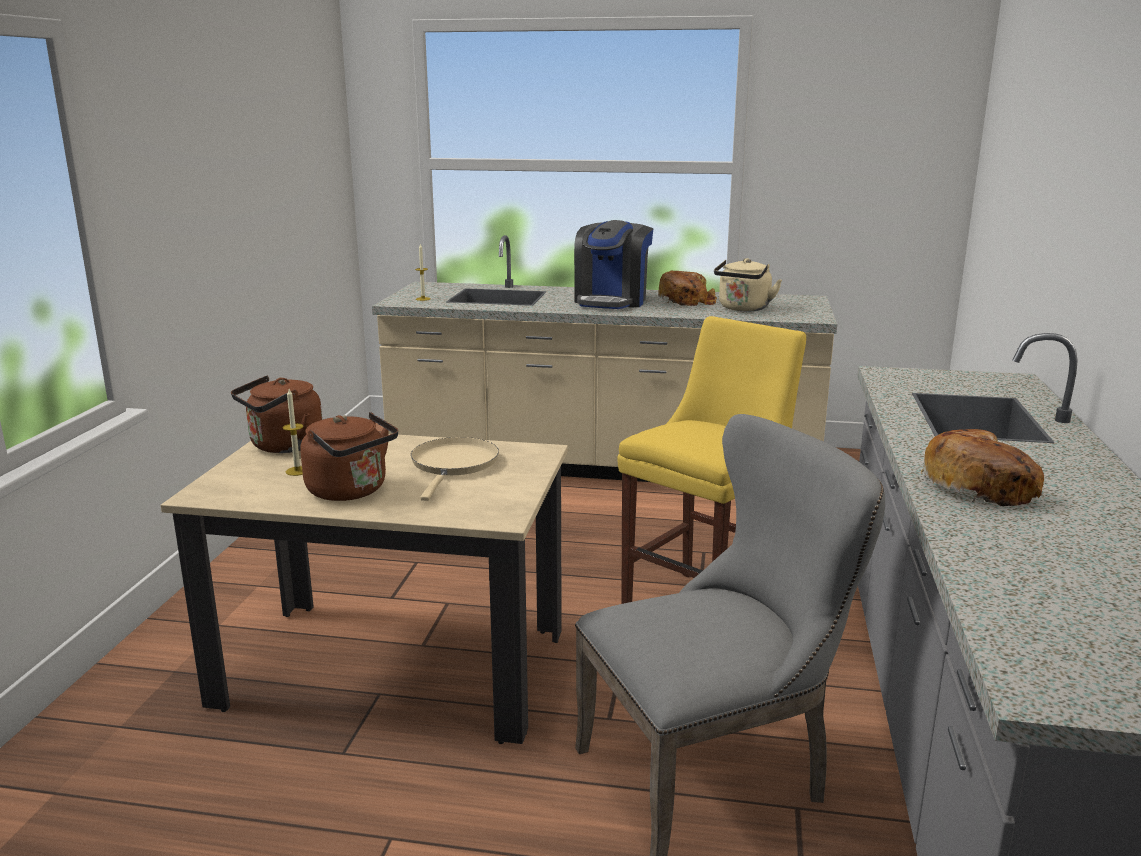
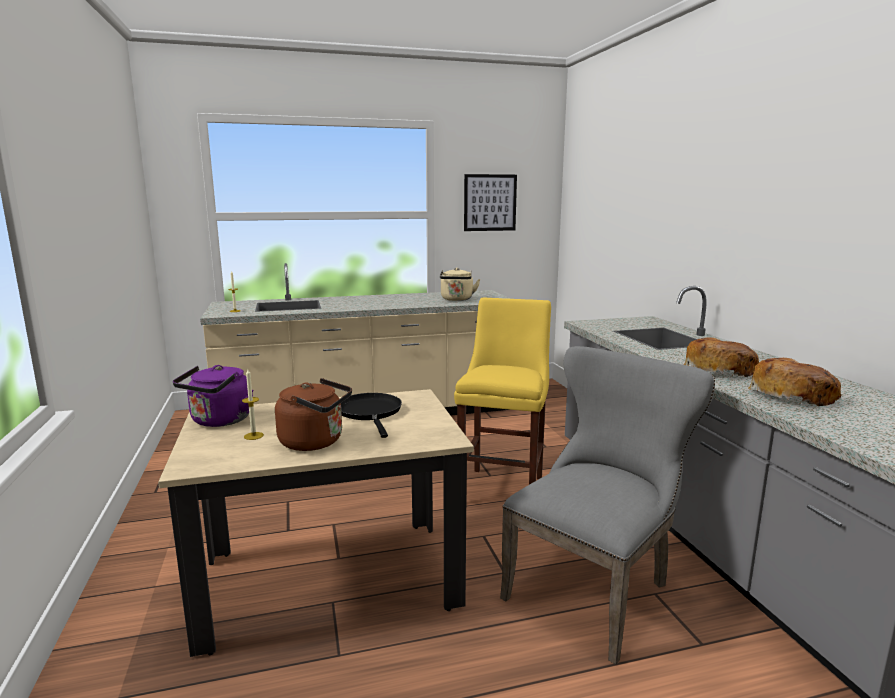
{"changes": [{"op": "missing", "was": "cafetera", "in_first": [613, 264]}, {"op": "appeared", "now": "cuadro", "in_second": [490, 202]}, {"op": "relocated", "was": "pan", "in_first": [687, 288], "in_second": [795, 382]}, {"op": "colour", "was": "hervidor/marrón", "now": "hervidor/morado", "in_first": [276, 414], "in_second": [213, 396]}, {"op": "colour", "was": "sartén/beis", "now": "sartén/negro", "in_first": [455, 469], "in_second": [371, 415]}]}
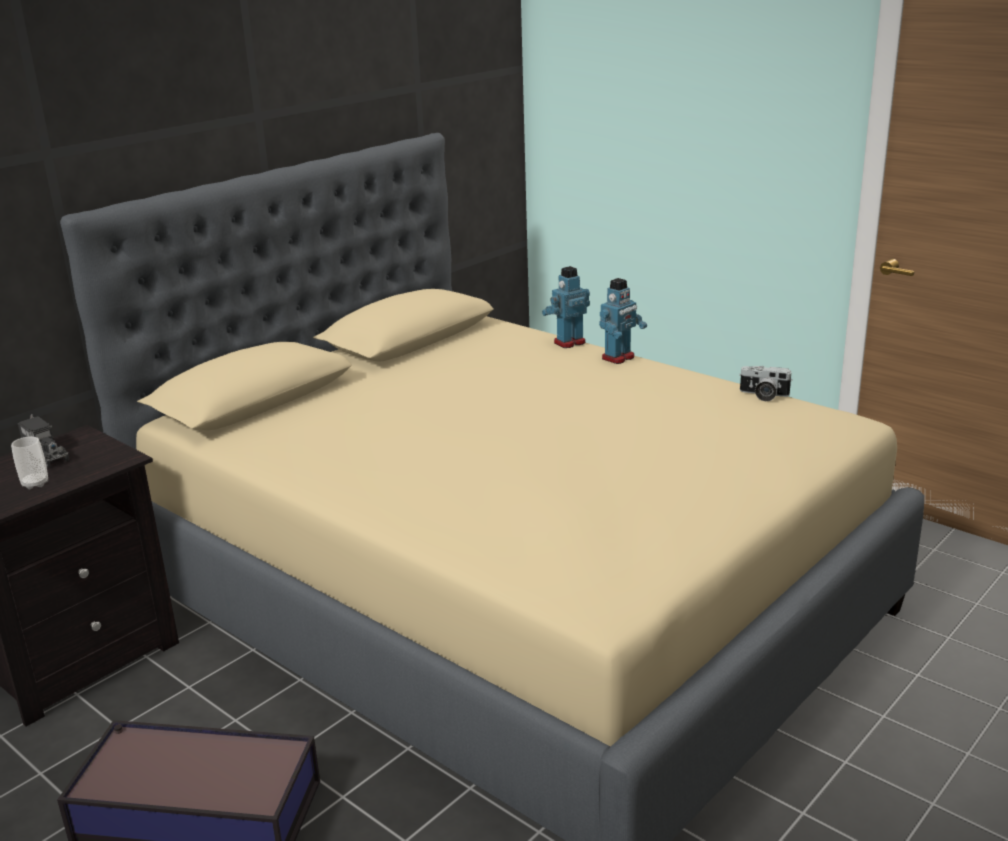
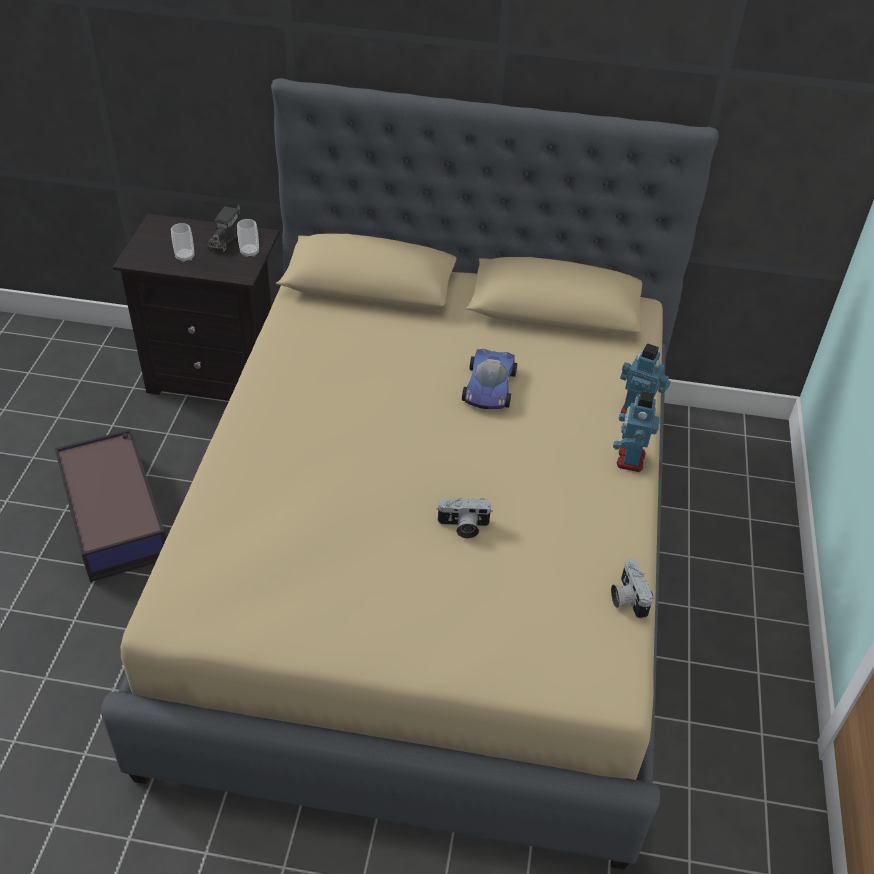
{"changes": [{"op": "appeared", "now": "taza", "in_second": [248, 238]}, {"op": "appeared", "now": "cámara", "in_second": [464, 518]}, {"op": "appeared", "now": "coche de juguete", "in_second": [489, 379]}, {"op": "spun", "was": "robot de juguete", "in_first": [623, 321], "in_second": [636, 431], "clockwise": 90}]}
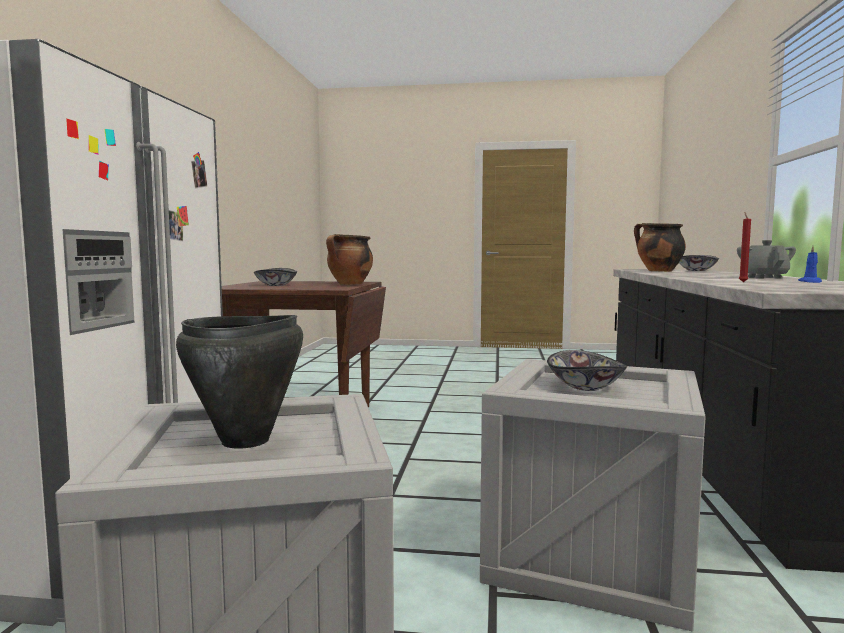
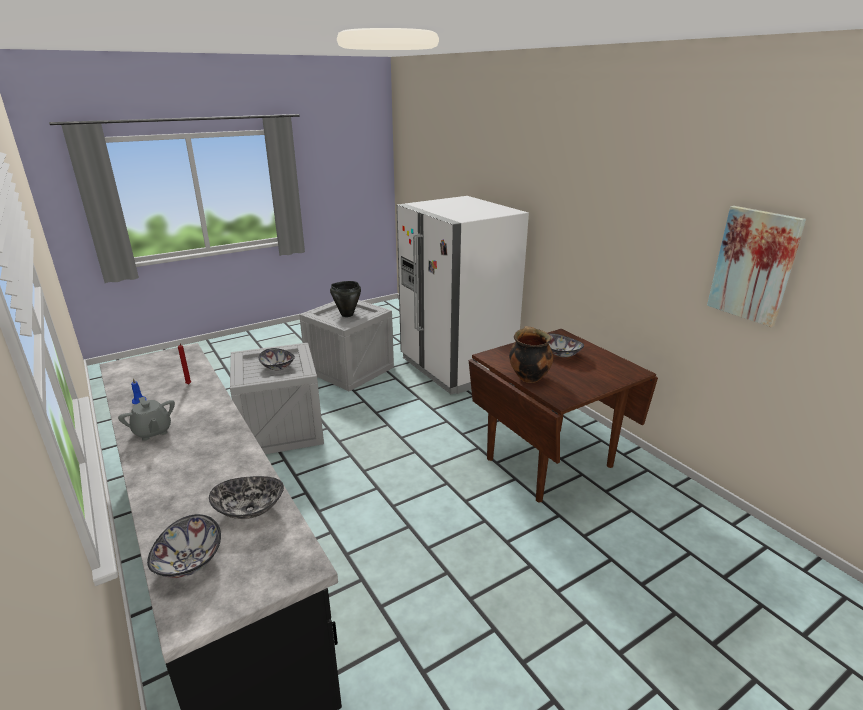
{"changes": [{"op": "appeared", "now": "cuadro", "in_second": [756, 266]}, {"op": "exchanged", "was": "olla", "now": "cuenco", "in_first": [660, 247], "in_second": [246, 497]}]}
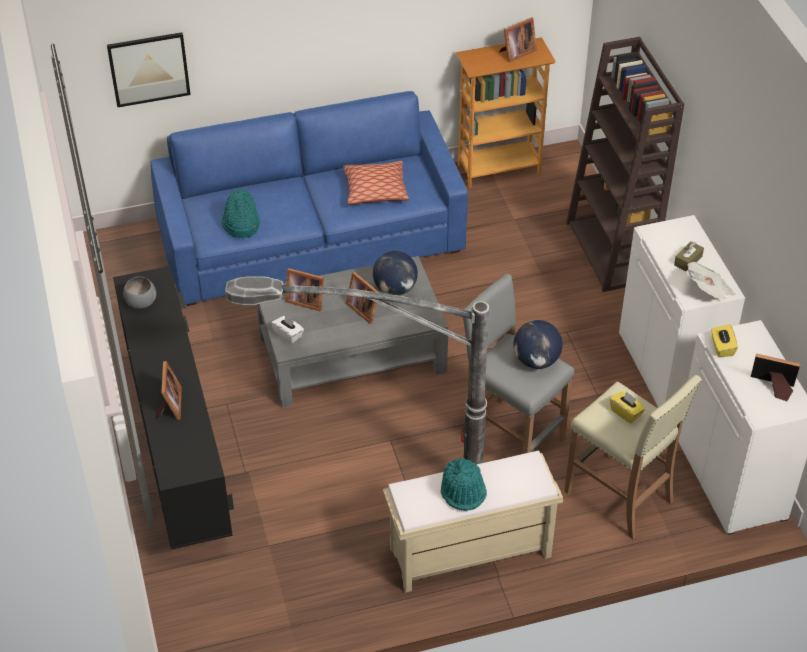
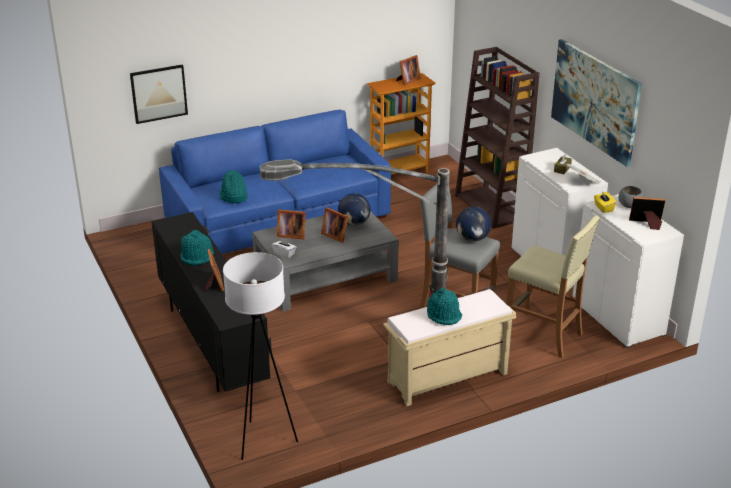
{"changes": [{"op": "missing", "was": "cojín", "in_first": [376, 183]}, {"op": "missing", "was": "caja de pañuelos/amarillo", "in_first": [627, 407]}, {"op": "appeared", "now": "sombrero/turquesa", "in_second": [197, 247]}, {"op": "appeared", "now": "lámpara de pie/blanco", "in_second": [260, 356]}, {"op": "appeared", "now": "cuadro", "in_second": [596, 103]}, {"op": "relocated", "was": "cuenco/gris", "in_first": [139, 293], "in_second": [630, 197]}]}
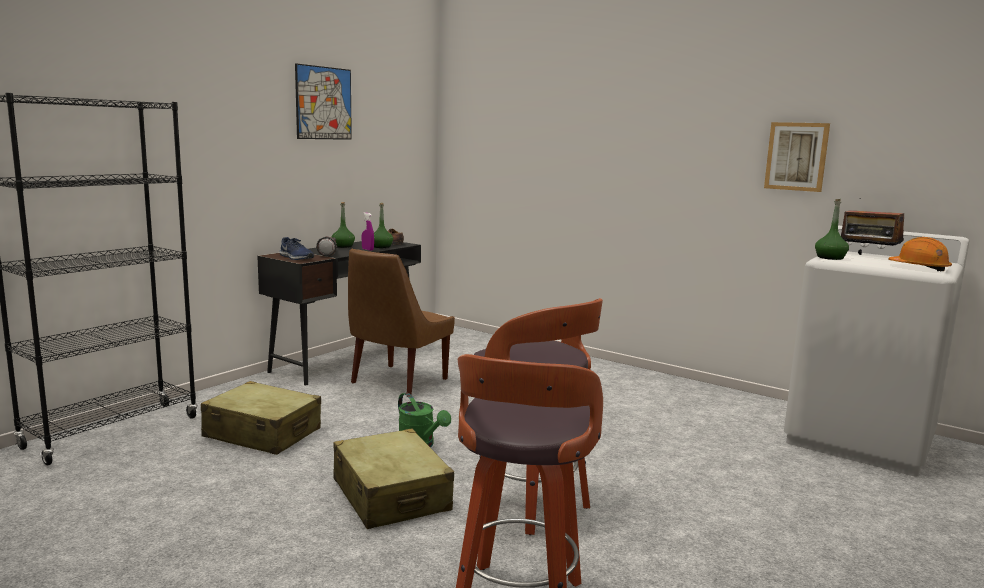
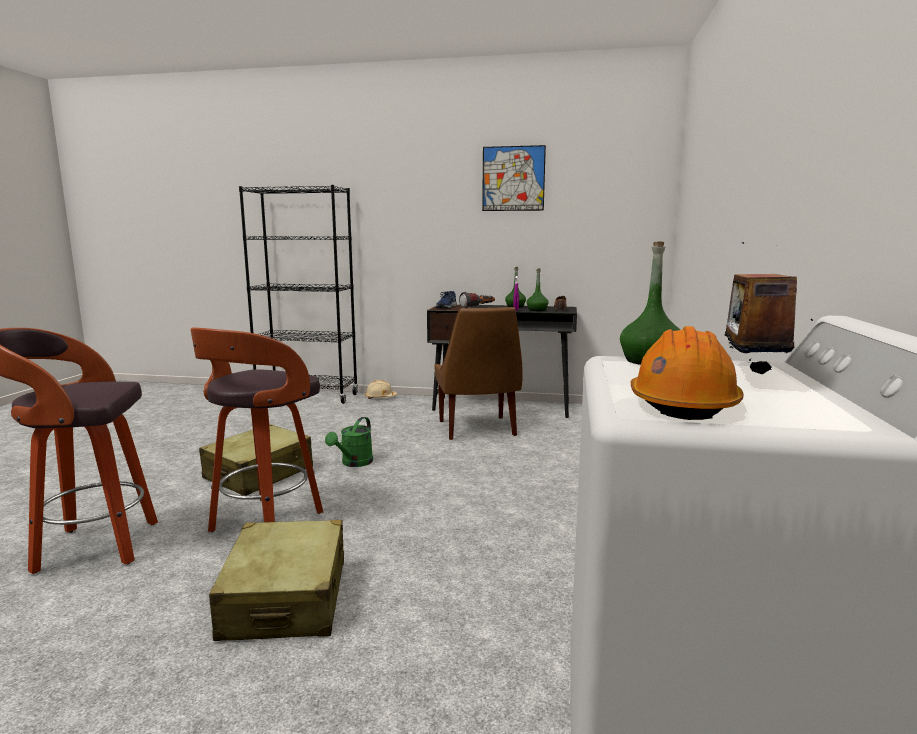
{"changes": [{"op": "missing", "was": "cuadro", "in_first": [797, 157]}, {"op": "appeared", "now": "casco/beis", "in_second": [381, 389]}, {"op": "relocated", "was": "maleta/beis", "in_first": [261, 418], "in_second": [276, 580]}, {"op": "spun", "was": "silla/marrón", "in_first": [401, 322], "in_second": [478, 373], "clockwise": -105}]}
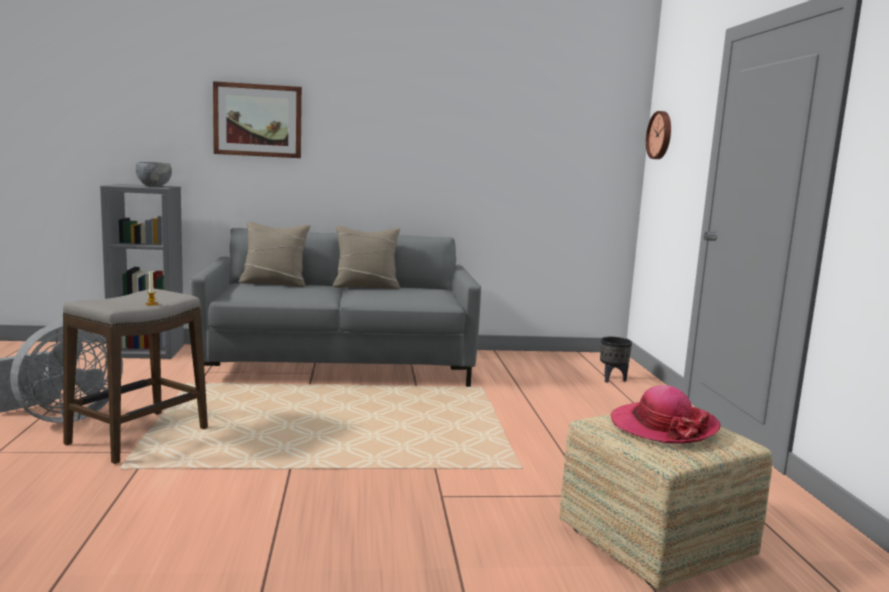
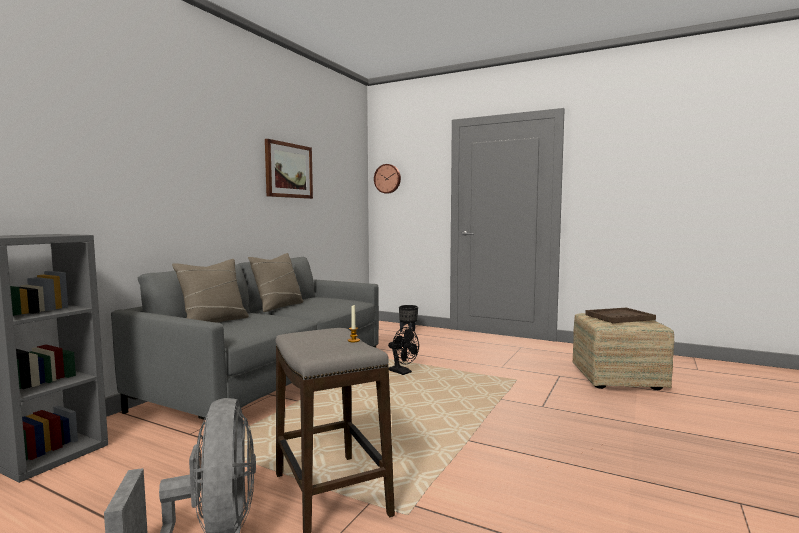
{"changes": [{"op": "missing", "was": "cuenco/gris", "in_first": [154, 174]}, {"op": "appeared", "now": "ventilador/negro", "in_second": [403, 351]}, {"op": "relocated", "was": "cuadro", "in_first": [257, 119], "in_second": [289, 169]}, {"op": "exchanged", "was": "sombrero", "now": "bandeja/marrón", "in_first": [666, 414], "in_second": [620, 315]}]}
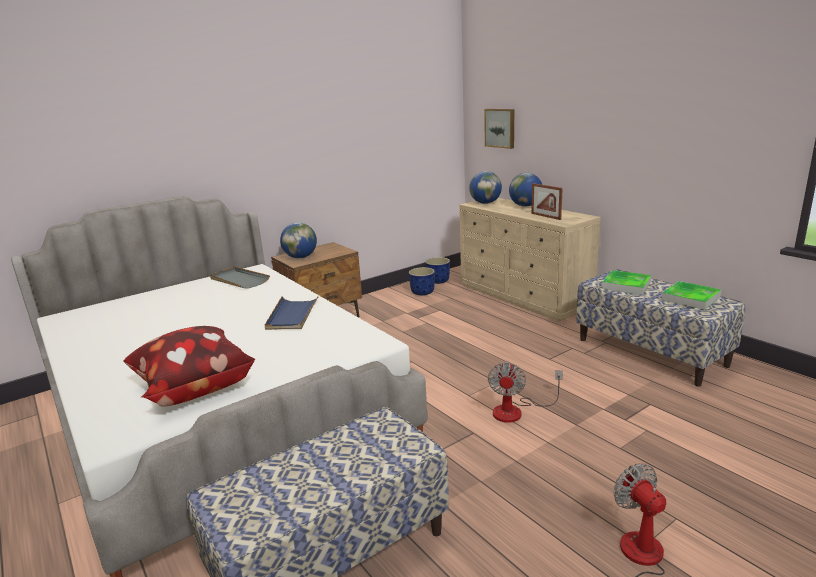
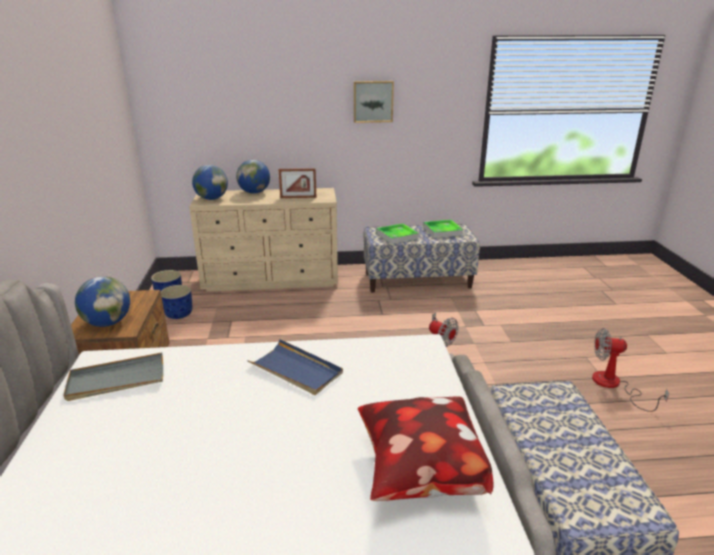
{"changes": [{"op": "relocated", "was": "cuadro", "in_first": [499, 129], "in_second": [374, 102]}]}
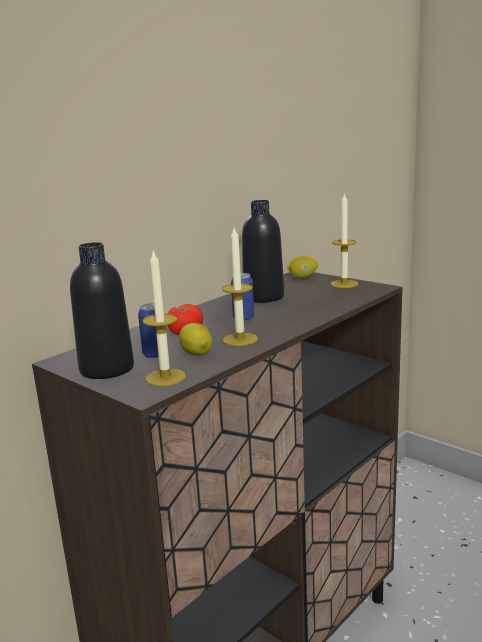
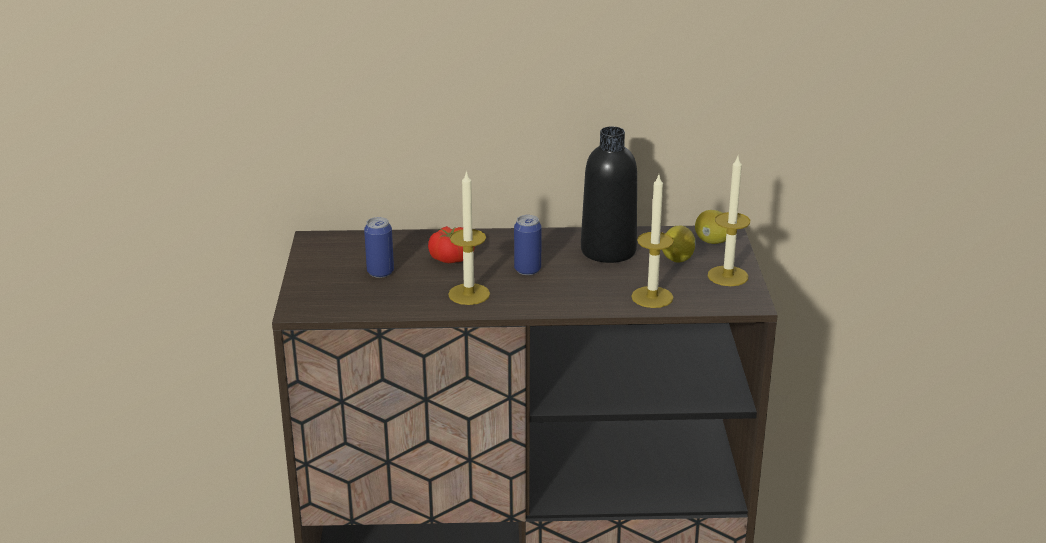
{"changes": [{"op": "missing", "was": "botella/negro", "in_first": [102, 310]}, {"op": "relocated", "was": "vela", "in_first": [164, 318], "in_second": [652, 241]}, {"op": "relocated", "was": "limón", "in_first": [195, 339], "in_second": [679, 244]}]}
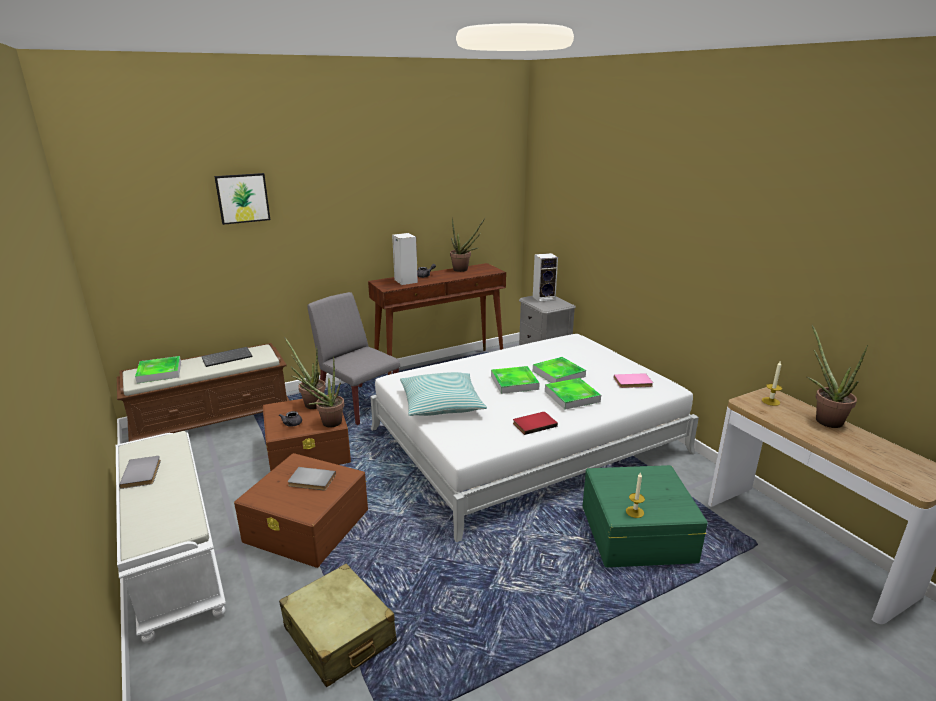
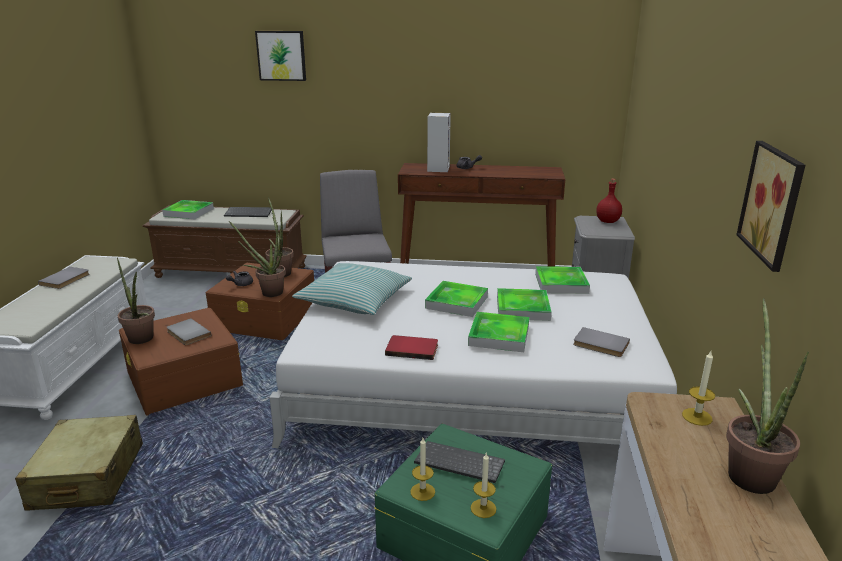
{"changes": [{"op": "appeared", "now": "teclado", "in_second": [459, 462]}, {"op": "appeared", "now": "vela", "in_second": [483, 485]}, {"op": "appeared", "now": "bandeja", "in_second": [562, 280]}, {"op": "appeared", "now": "cuadro", "in_second": [770, 206]}, {"op": "relocated", "was": "planta en maceta", "in_first": [468, 244], "in_second": [136, 300]}, {"op": "exchanged", "was": "altavoz", "now": "botella/rojo", "in_first": [545, 277], "in_second": [609, 201]}, {"op": "colour", "was": "libro/rosa", "now": "libro/gris", "in_first": [633, 380], "in_second": [601, 342]}]}
